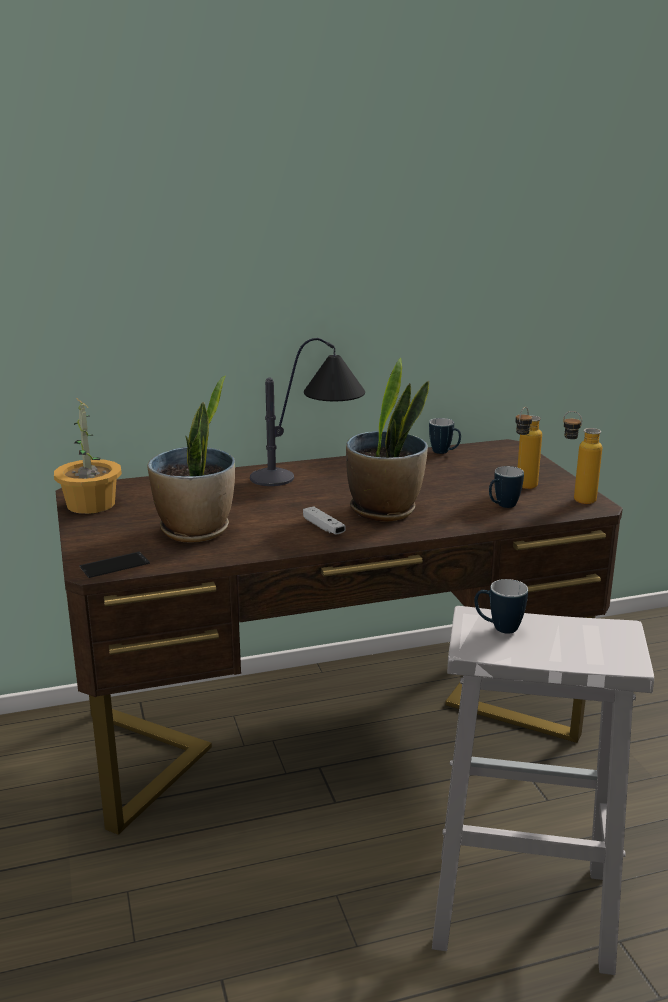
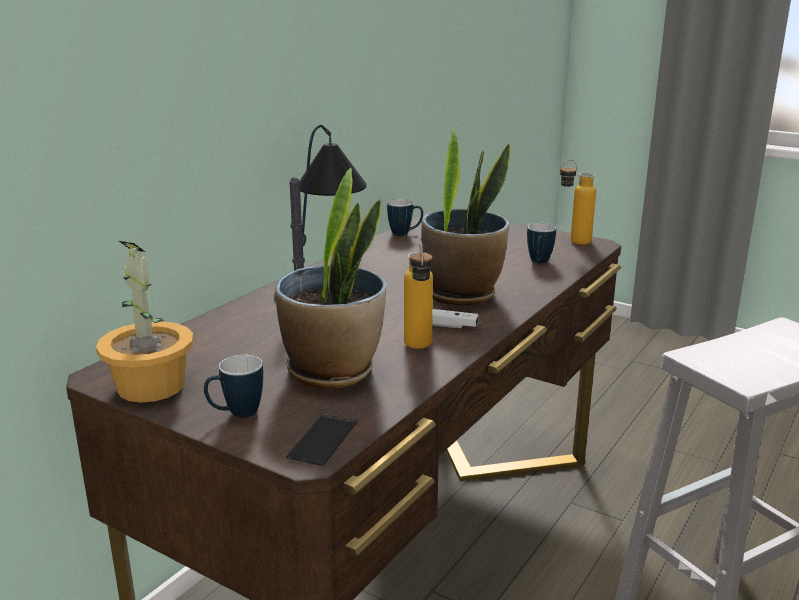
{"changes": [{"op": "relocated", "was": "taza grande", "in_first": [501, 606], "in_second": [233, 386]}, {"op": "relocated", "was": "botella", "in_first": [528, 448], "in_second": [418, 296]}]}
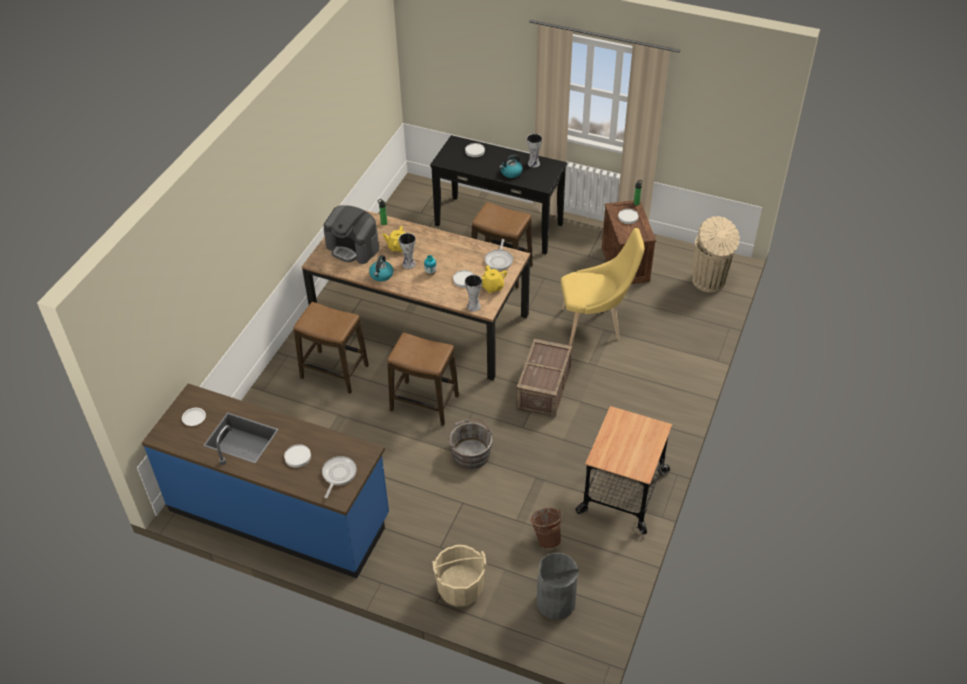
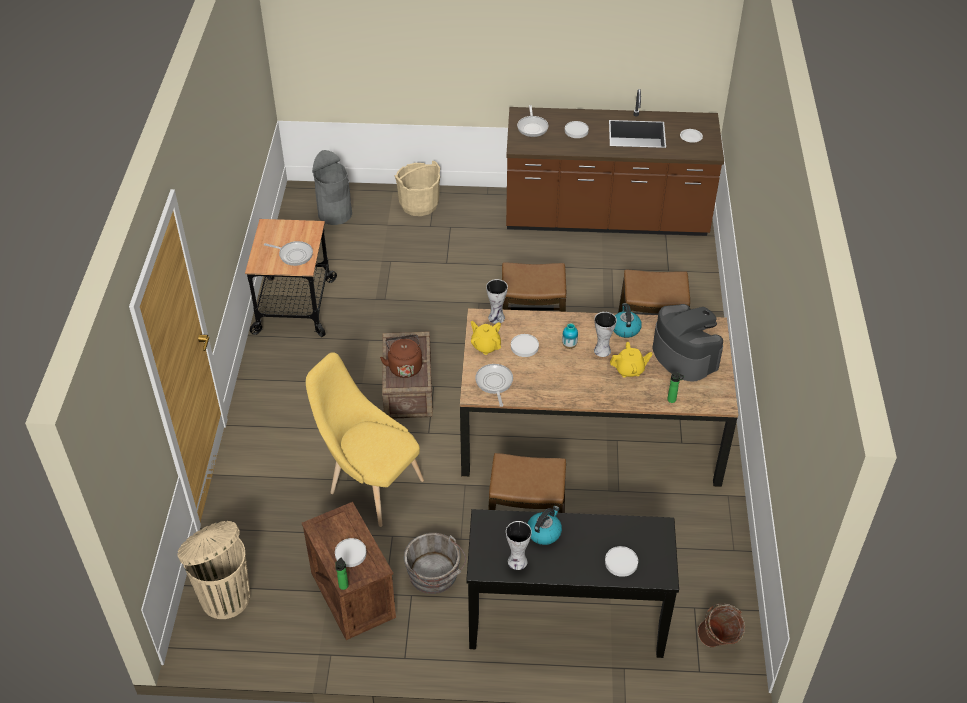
{"changes": [{"op": "appeared", "now": "sartén", "in_second": [288, 253]}, {"op": "appeared", "now": "hervidor/marrón", "in_second": [401, 356]}, {"op": "relocated", "was": "cubo/gris", "in_first": [469, 444], "in_second": [435, 563]}, {"op": "relocated", "was": "cubo/marrón", "in_first": [546, 528], "in_second": [721, 625]}, {"op": "colour", "was": "mueble bajo de cocina/azul", "now": "mueble bajo de cocina/marrón", "in_first": [265, 481], "in_second": [615, 162]}, {"op": "spun", "was": "cafetera", "in_first": [351, 234], "in_second": [687, 343], "clockwise": 45}, {"op": "spun", "was": "silla/amarillo", "in_first": [602, 287], "in_second": [365, 439], "clockwise": 60}]}
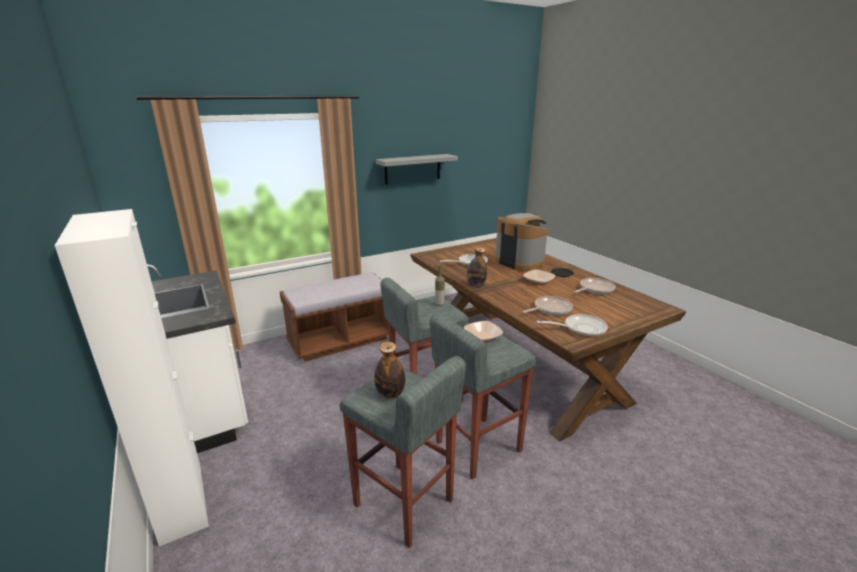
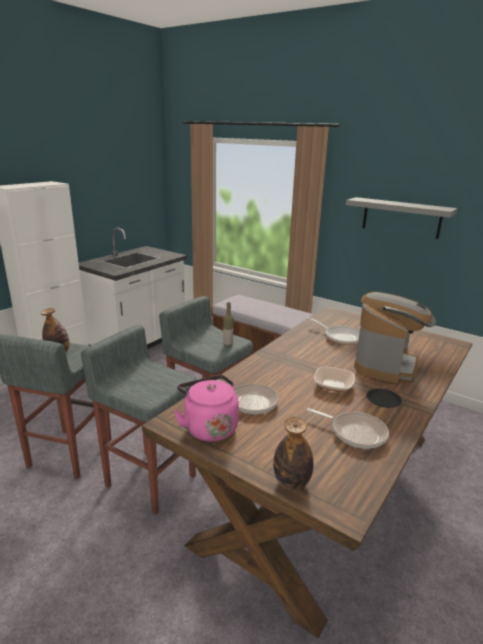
{"changes": [{"op": "missing", "was": "cuenco", "in_first": [483, 331]}, {"op": "relocated", "was": "botella", "in_first": [477, 267], "in_second": [293, 453]}, {"op": "exchanged", "was": "sartén", "now": "hervidor/rosa", "in_first": [572, 325], "in_second": [206, 408]}]}
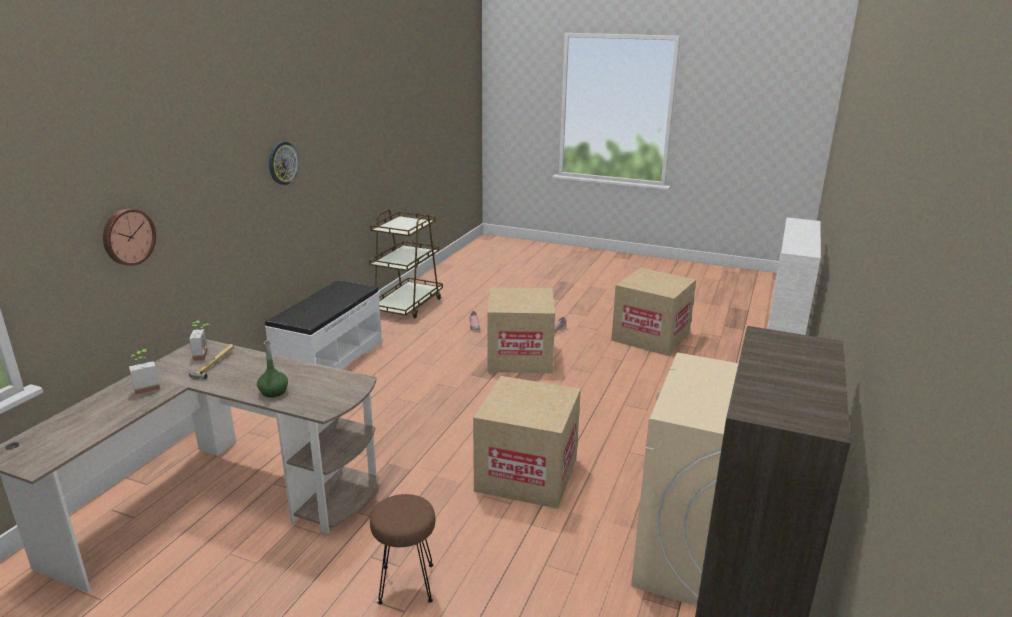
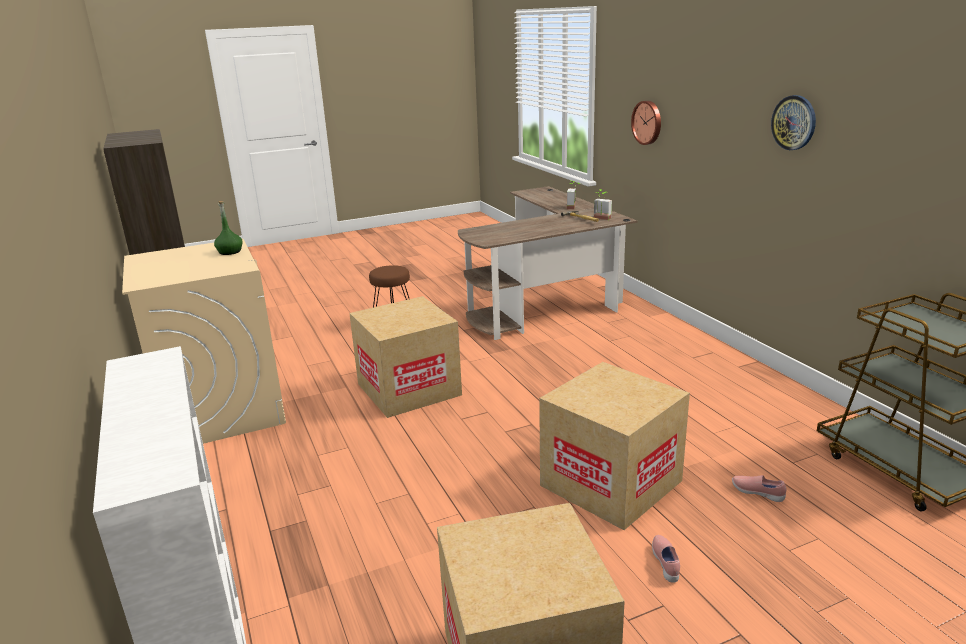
{"changes": [{"op": "missing", "was": "banco/blanco", "in_first": [323, 325]}, {"op": "relocated", "was": "botella/verde", "in_first": [272, 368], "in_second": [228, 228]}]}
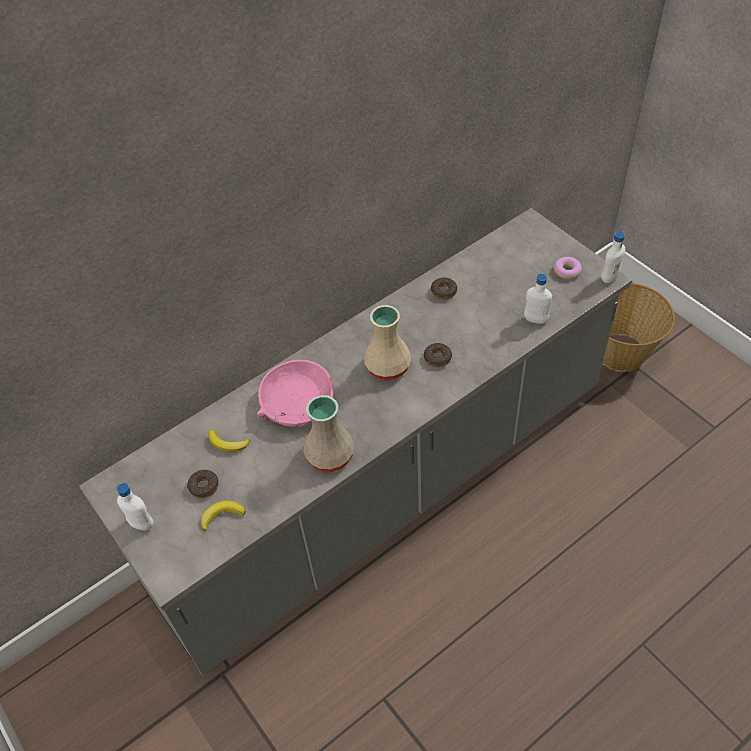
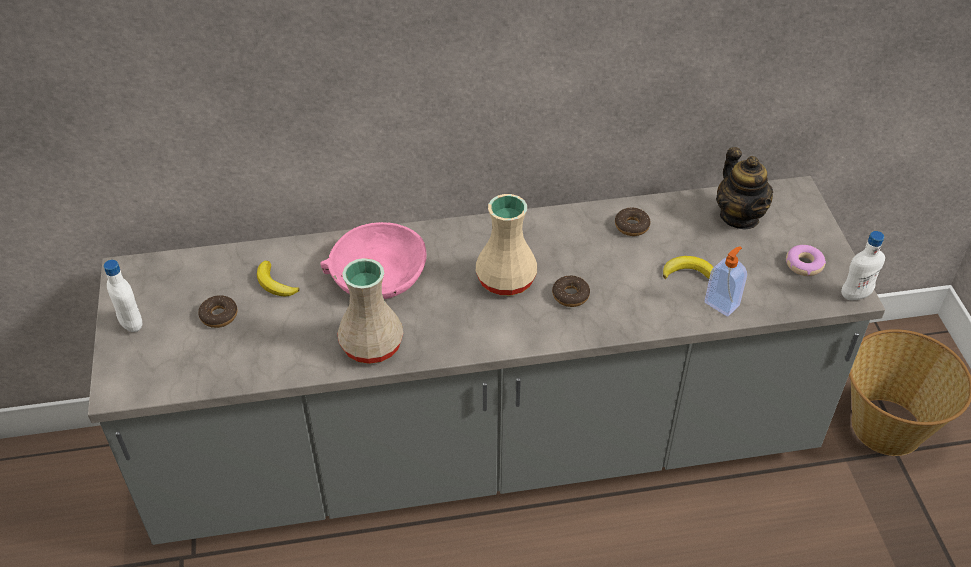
{"changes": [{"op": "appeared", "now": "tetera", "in_second": [744, 188]}, {"op": "relocated", "was": "plátano", "in_first": [223, 515], "in_second": [688, 267]}, {"op": "exchanged", "was": "botella/blanco", "now": "dispensador de jabón", "in_first": [538, 299], "in_second": [726, 281]}]}
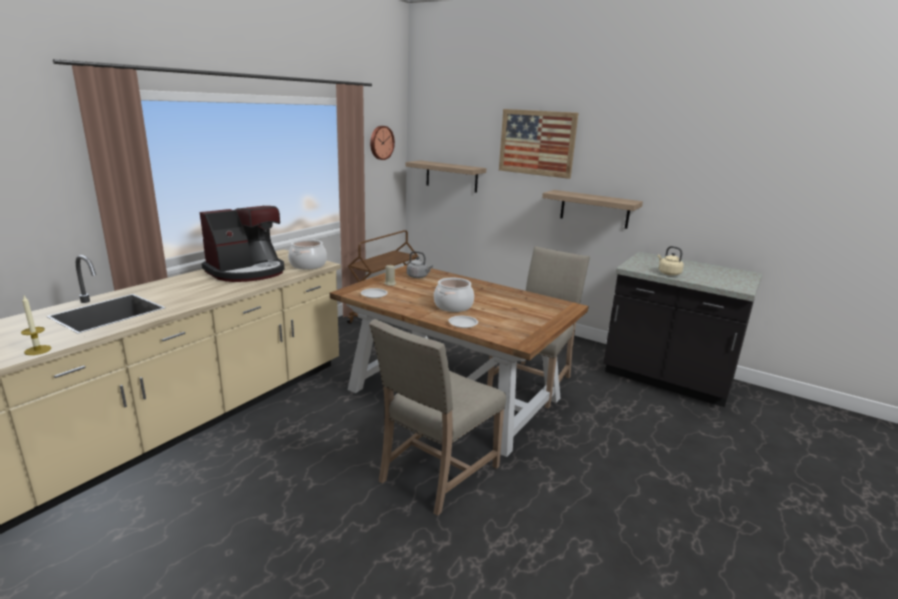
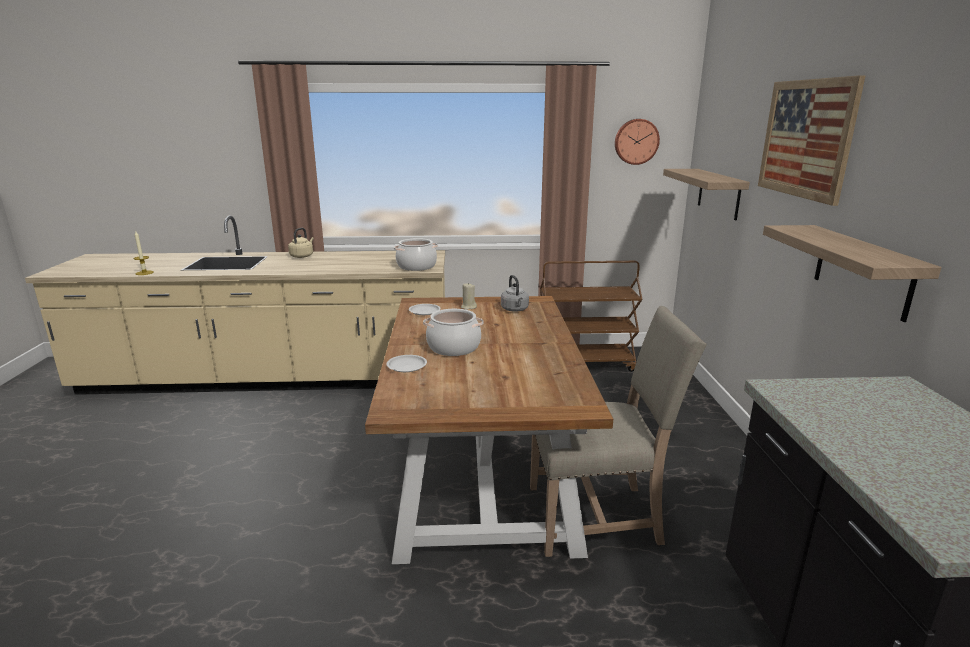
{"changes": [{"op": "missing", "was": "cafetera", "in_first": [242, 244]}, {"op": "missing", "was": "silla/beis", "in_first": [437, 417]}, {"op": "relocated", "was": "hervidor/beis", "in_first": [671, 261], "in_second": [301, 243]}]}
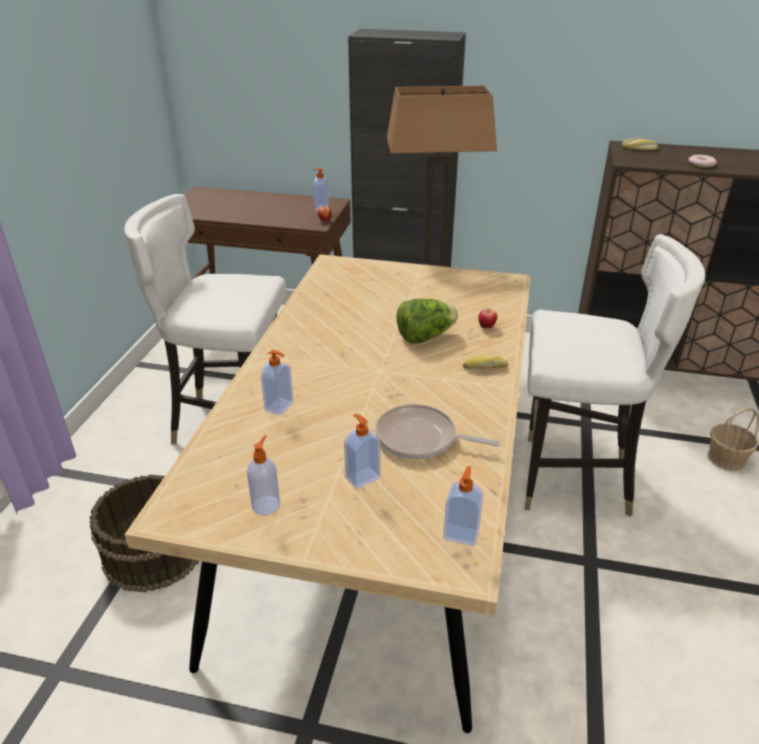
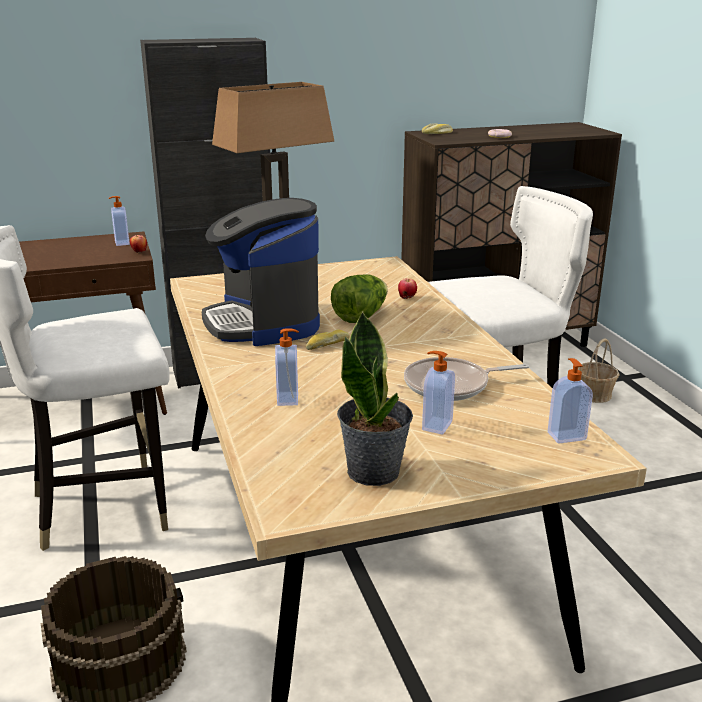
{"changes": [{"op": "appeared", "now": "cafetera", "in_second": [261, 272]}, {"op": "relocated", "was": "pan", "in_first": [485, 362], "in_second": [328, 339]}, {"op": "exchanged", "was": "dispensador de jabón", "now": "planta en maceta", "in_first": [263, 475], "in_second": [375, 398]}]}
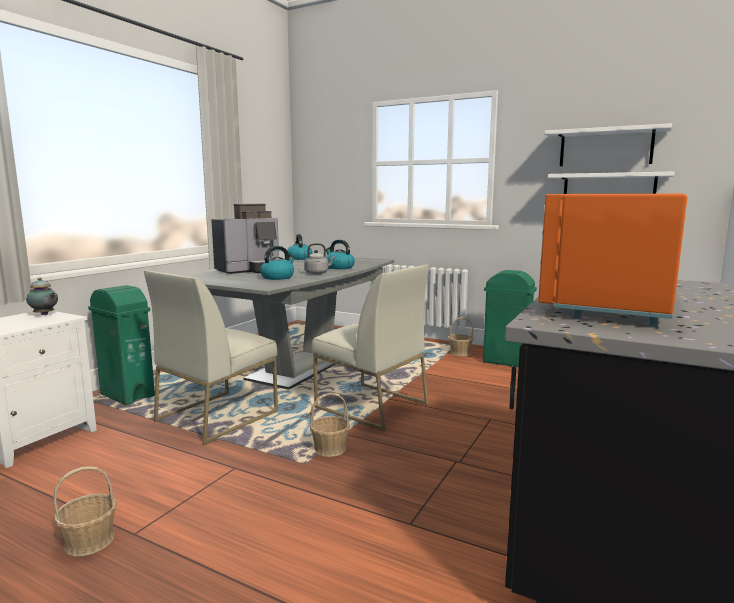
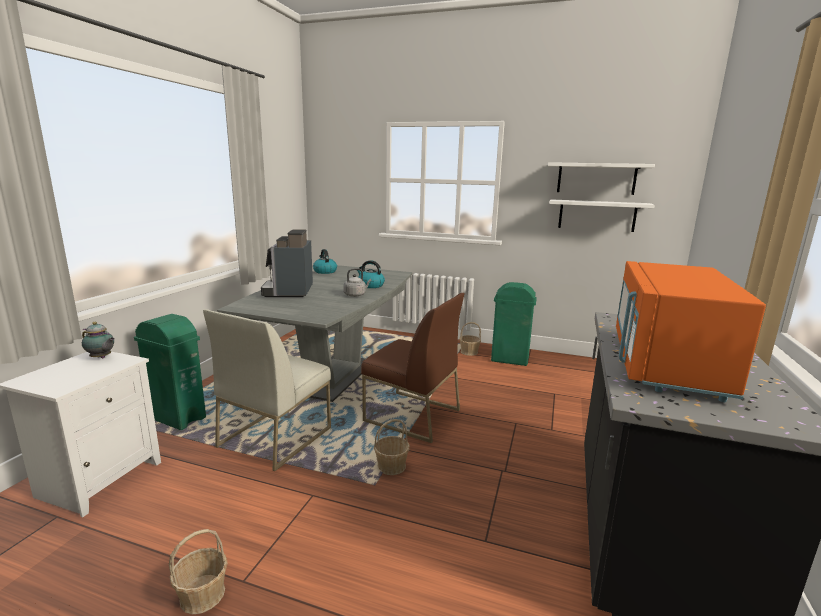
{"changes": [{"op": "missing", "was": "hervidor", "in_first": [277, 263]}, {"op": "colour", "was": "silla/blanco", "now": "silla/marrón", "in_first": [370, 348], "in_second": [412, 368]}, {"op": "spun", "was": "cafetera", "in_first": [245, 239], "in_second": [287, 263], "clockwise": 135}]}
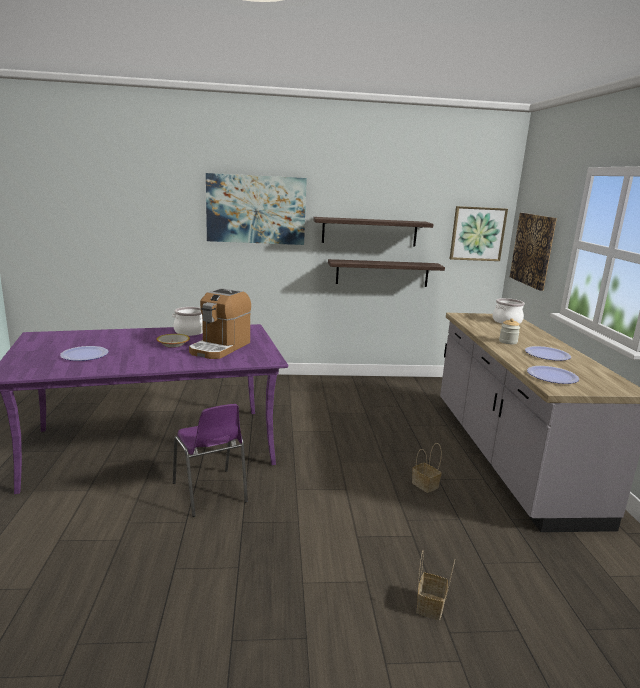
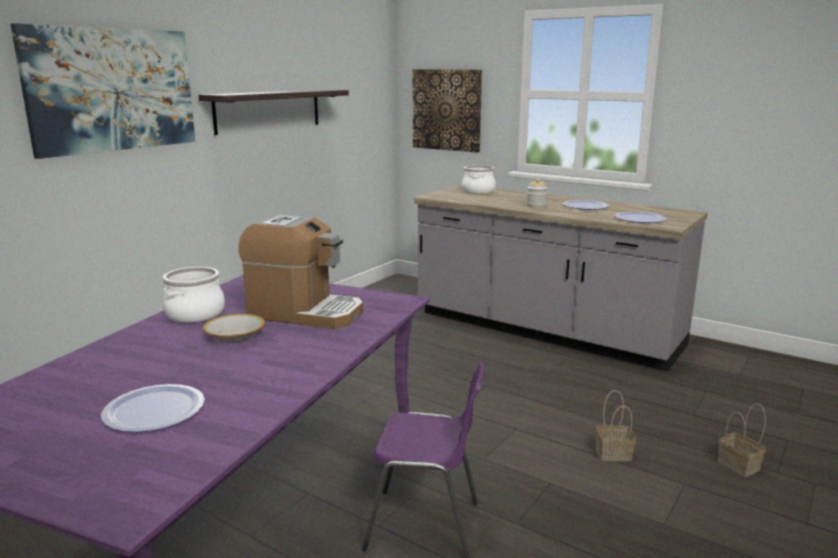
{"changes": [{"op": "missing", "was": "estante", "in_first": [386, 273]}, {"op": "missing", "was": "cuadro", "in_first": [479, 233]}, {"op": "relocated", "was": "cesta", "in_first": [427, 468], "in_second": [616, 426]}, {"op": "spun", "was": "cafetera", "in_first": [220, 323], "in_second": [300, 271], "clockwise": -45}]}
